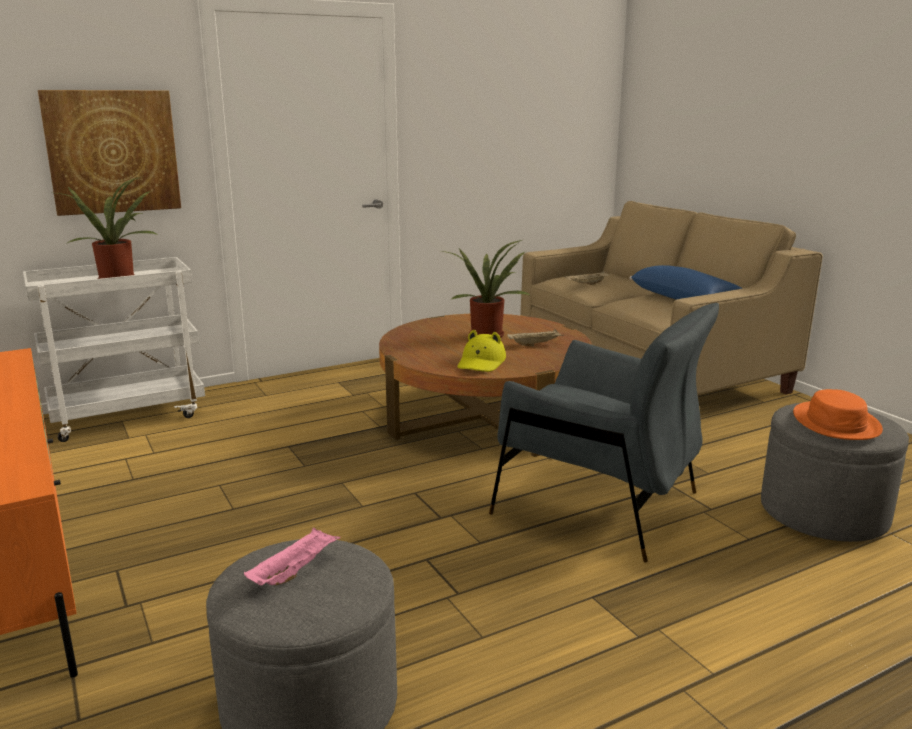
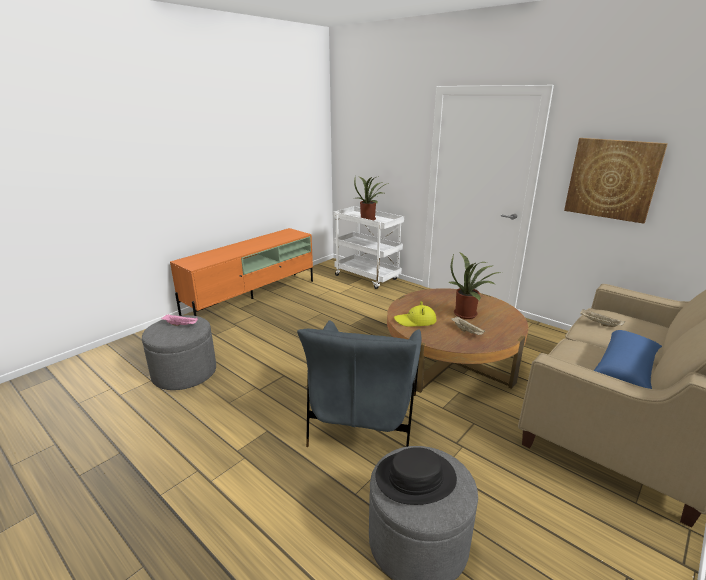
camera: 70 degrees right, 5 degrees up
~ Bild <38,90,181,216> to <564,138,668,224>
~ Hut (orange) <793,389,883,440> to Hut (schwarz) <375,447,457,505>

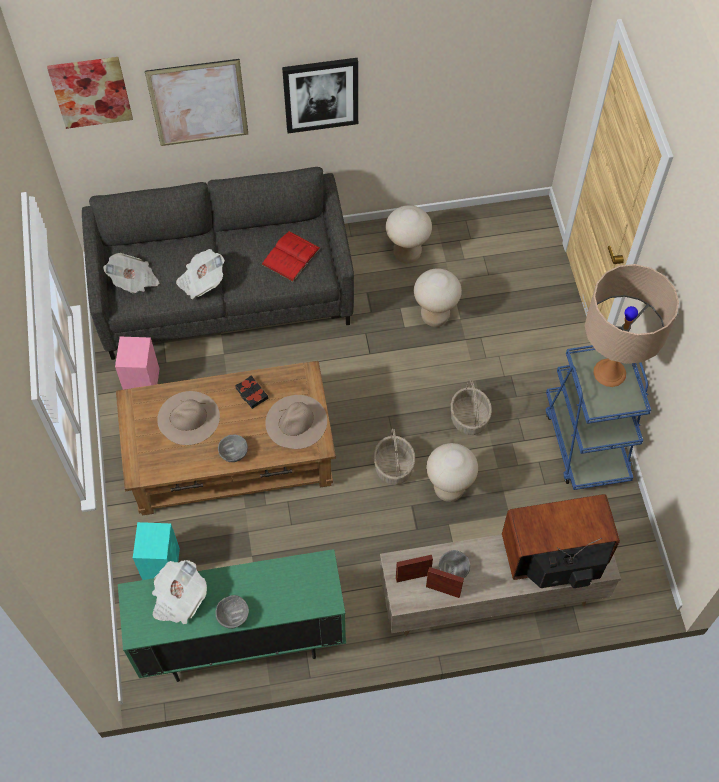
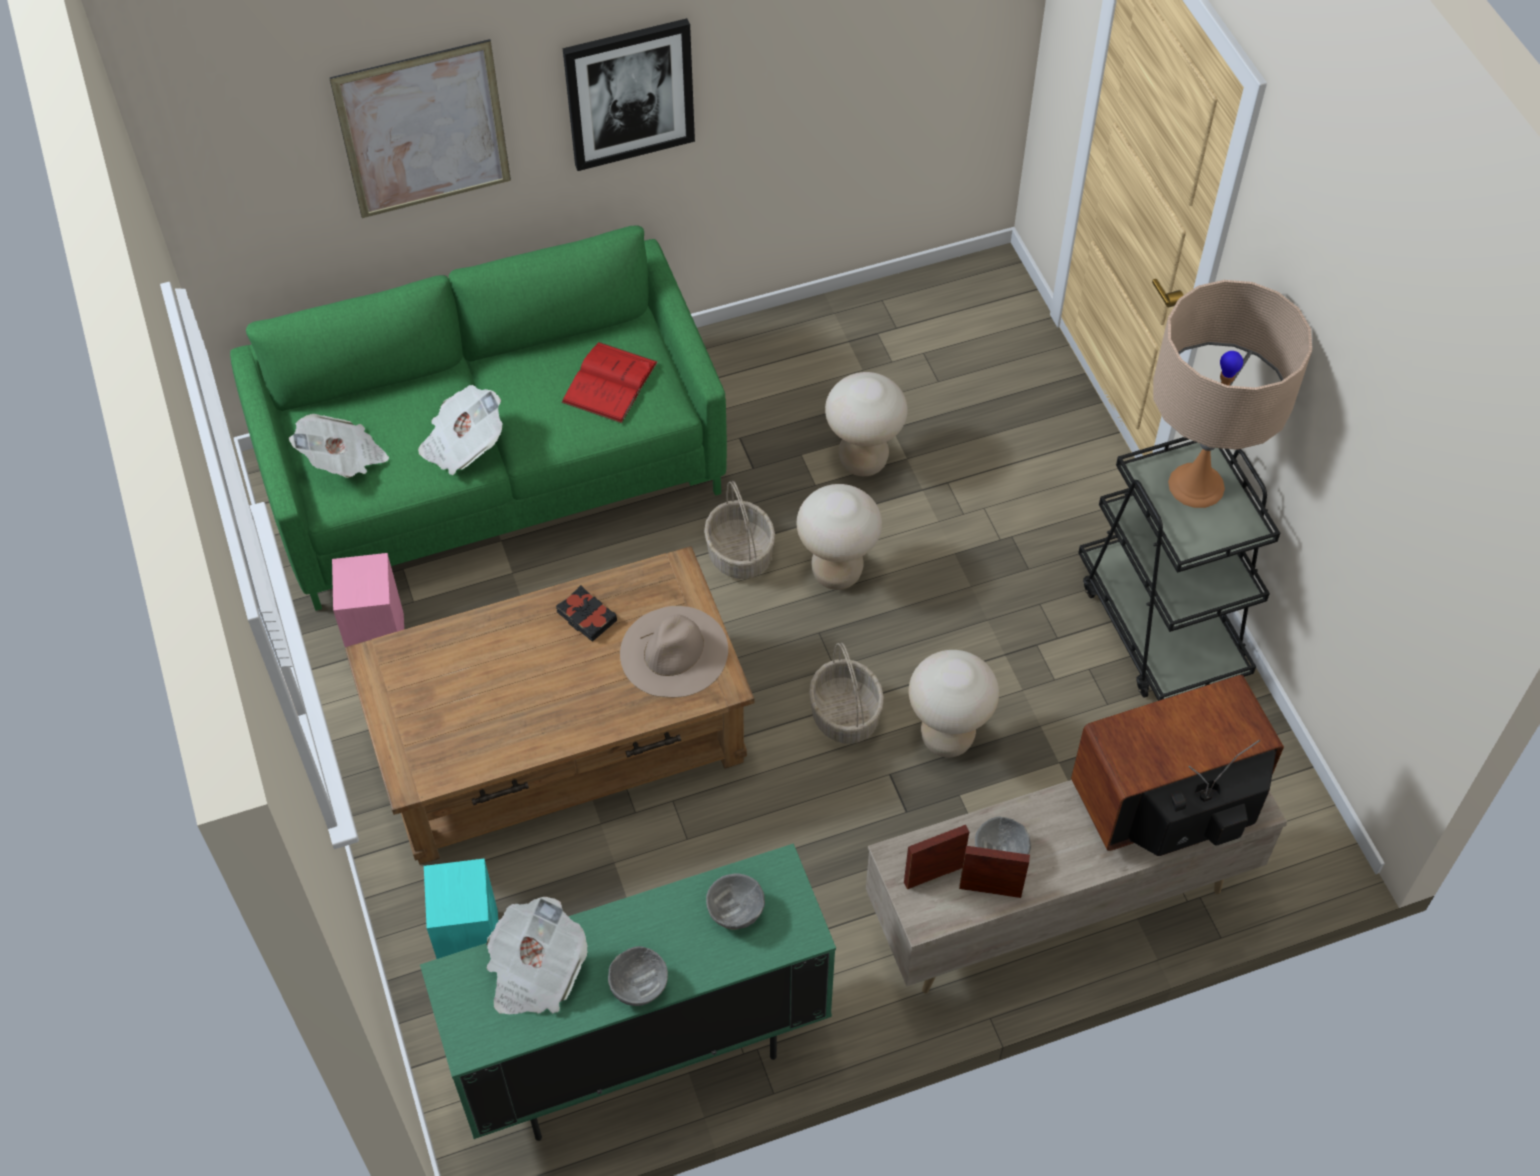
camera: 10 degrees left, 5 degrees down
- Bild <47,57,133,129>
~ Sofa (grau) <82,167,354,360> to Sofa (grün) <230,225,727,611>
~ Hocker (beige) <386,205,432,264> to <796,484,882,590>
~ Rollwagen (blau) <546,345,651,490> to Rollwagen (schwarz) <1078,437,1280,701>
~ Korb <451,379,492,435> to <704,481,775,579>
- Hut (beige) <157,391,220,445>
~ Schüssel (grau) <218,435,248,462> to <706,873,765,930>

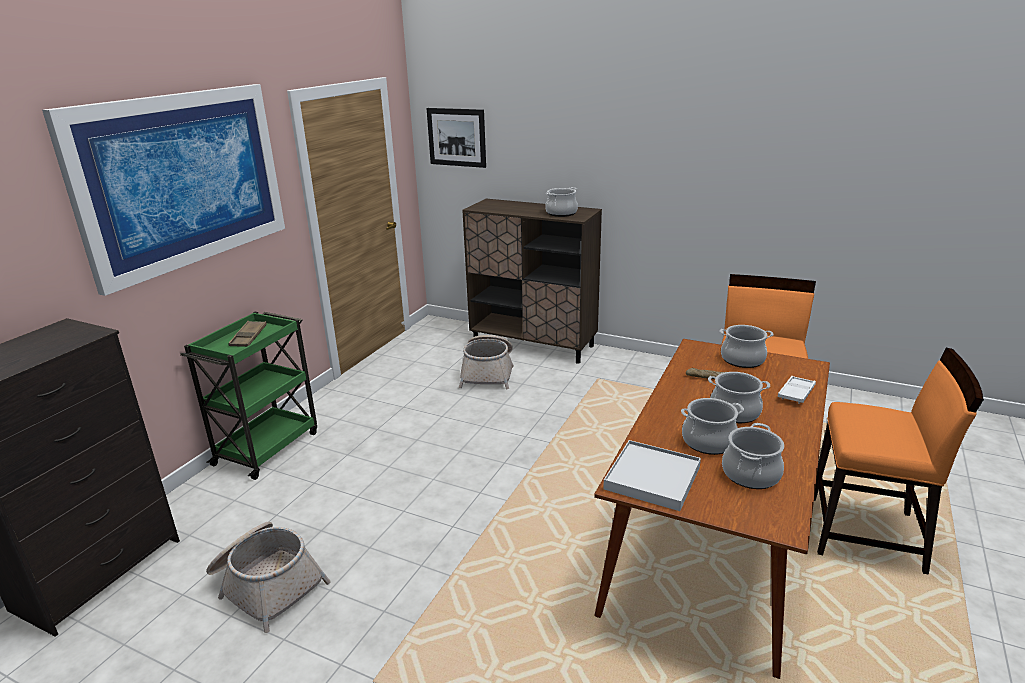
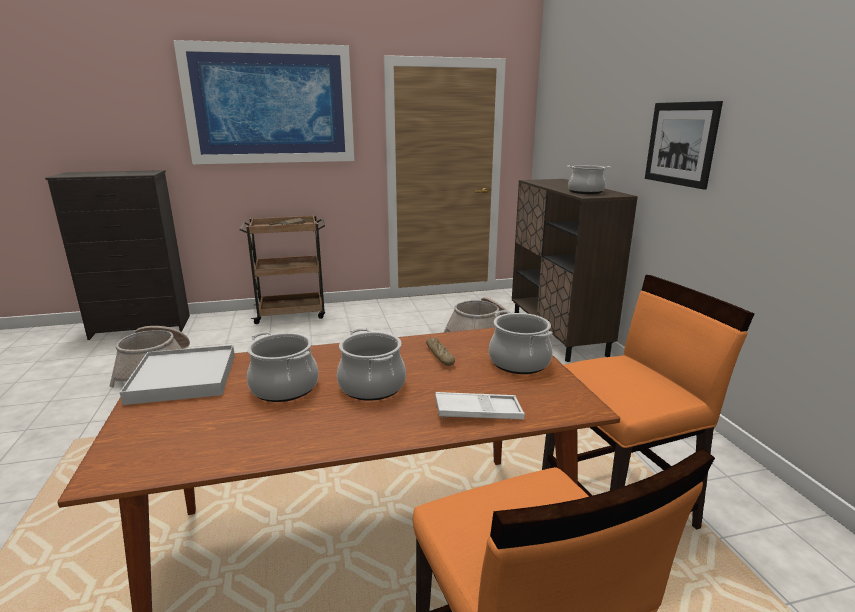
camera: 50 degrees right, 5 degrees down
~ Bild <427,108,486,168> to <645,101,723,189>
~ Rollwagen (grün) <180,312,317,480> to Rollwagen (braun) <240,216,325,324>
- Kochtopf <722,423,784,489>

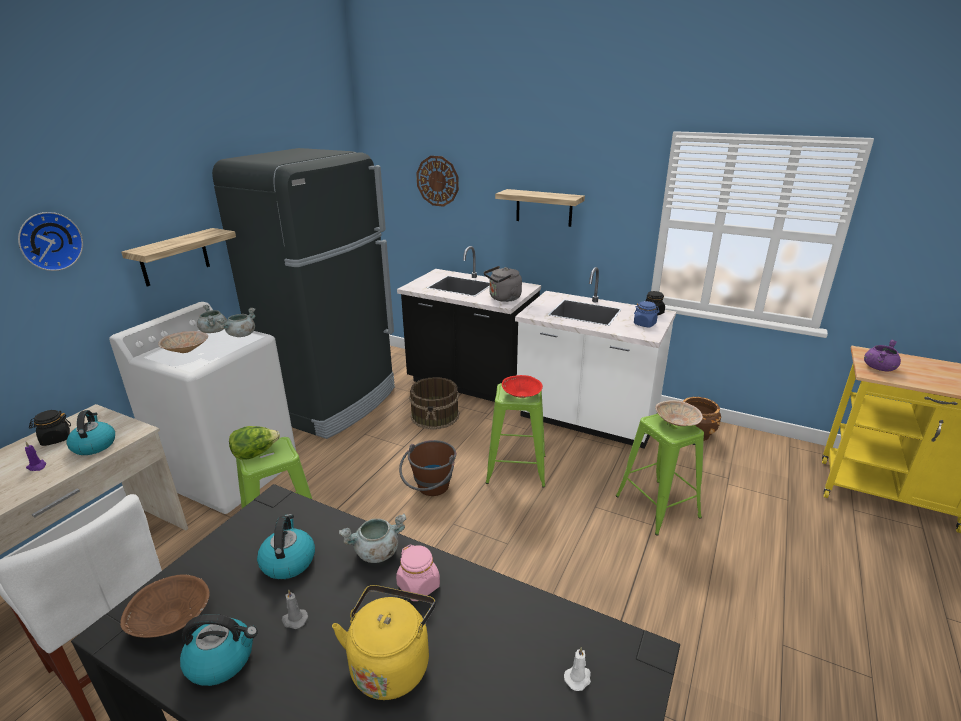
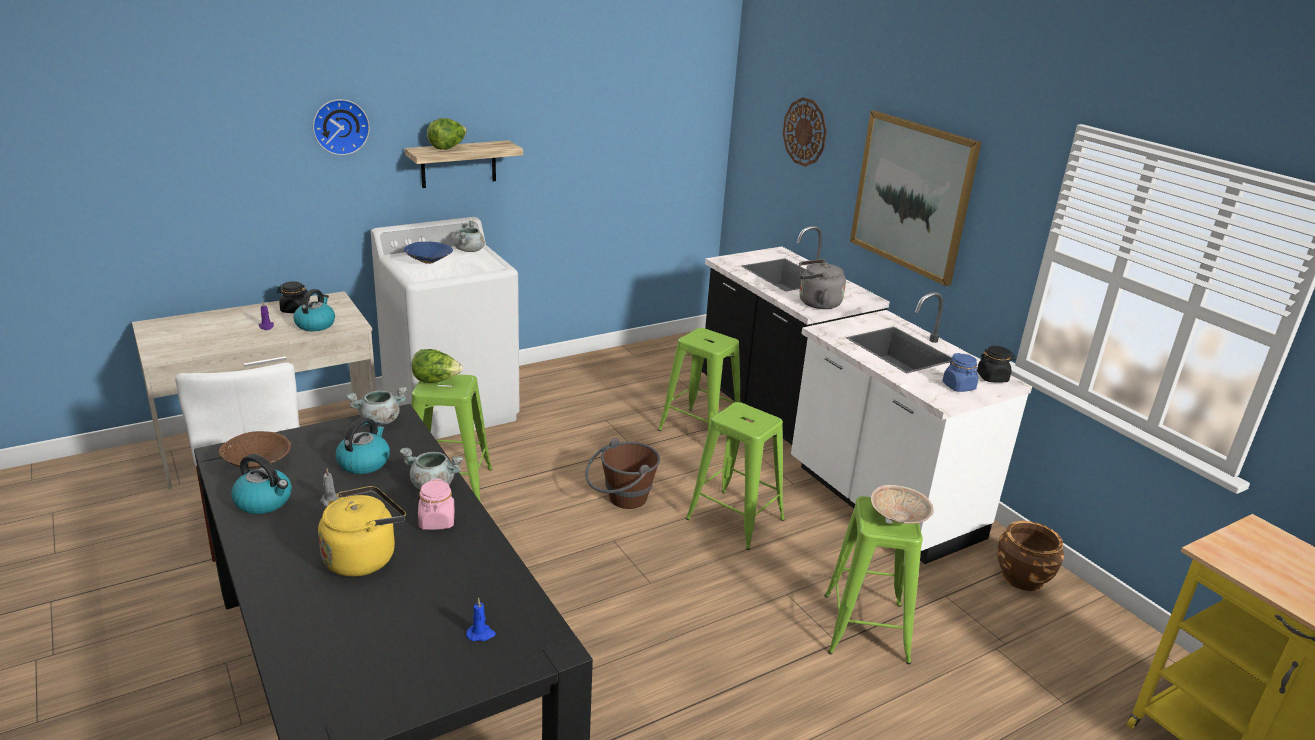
camera: 30 degrees right, 0 degrees up
- Kühlschrank (schwarz) <212,148,395,439>
~ Wandregal <495,189,585,227> to Bild <850,111,982,286>
~ Kochtopf (grau) <216,308,256,337> to <346,387,408,425>
~ Schüssel (beige) <158,331,208,353> to Schüssel (blau) <403,242,453,264>
- Kochtopf (lila) <864,339,901,371>
- Schüssel (rot) <502,375,543,398>
~ Eimer (braun) <409,377,459,430> to Hocker (grün) <658,328,740,431>
~ Kerze (weiß) <564,647,591,691> to Kerze (blau) <466,598,496,641>
+ Salatkopf <427,118,467,150>

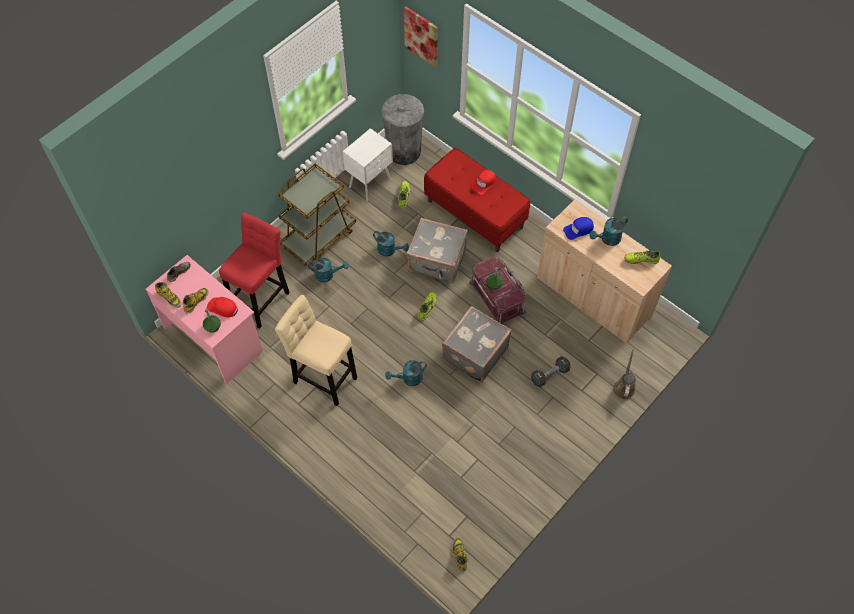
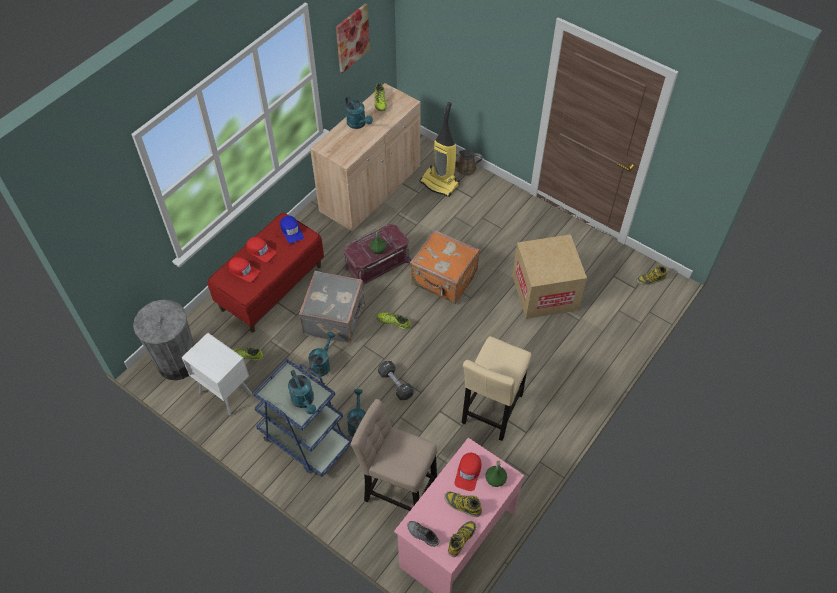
camera: 95 degrees left, 5 degrees down
~ Bild <404,6,438,67> to <336,3,370,73>
~ Rollwagen (braun) <279,163,356,266> to Rollwagen (blau) <253,359,352,477>
~ Hocker (rot) <219,213,290,328> to Hocker (beige) <351,399,437,511>
~ Kappe (blau) <563,217,594,240> to <280,216,304,243>
~ Koffer (grau) <442,306,512,383> to Koffer (orange) <410,230,480,304>
~ Hantel (schwarz) <531,356,571,387> to <378,361,414,400>
~ Gießkanne (türkis) <385,360,427,386> to <288,370,316,414>
+ Staubsauger <420,102,460,197>
+ Karton <512,234,587,319>
+ Kappe (rot) <229,257,260,282>

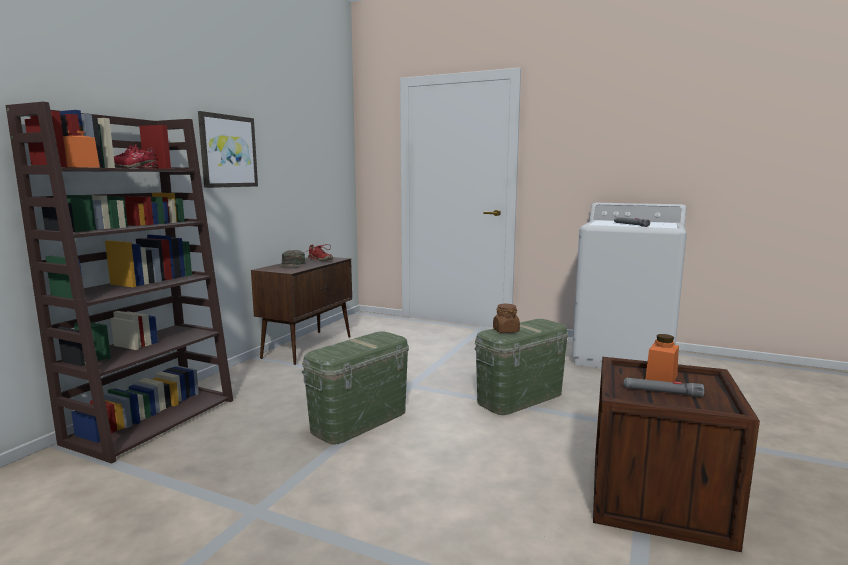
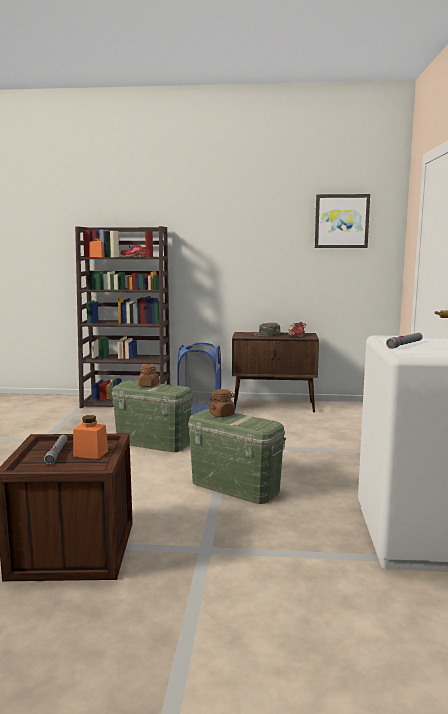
camera: 70 degrees right, 0 degrees up
~ Bild <198,111,258,188> to <315,194,370,248>
+ Wäschekorb (blau) <177,343,221,415>
+ Vorratsglas (braun) <138,364,159,387>

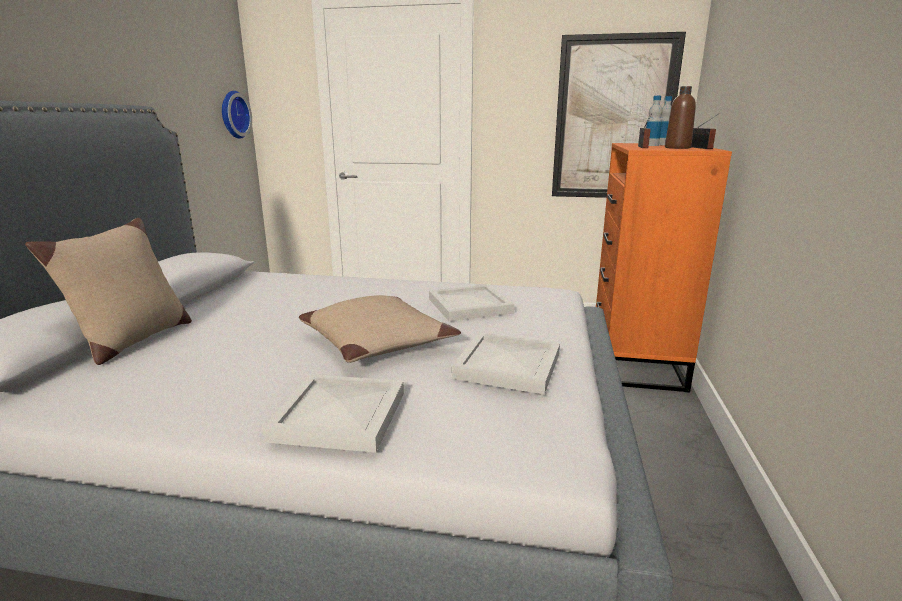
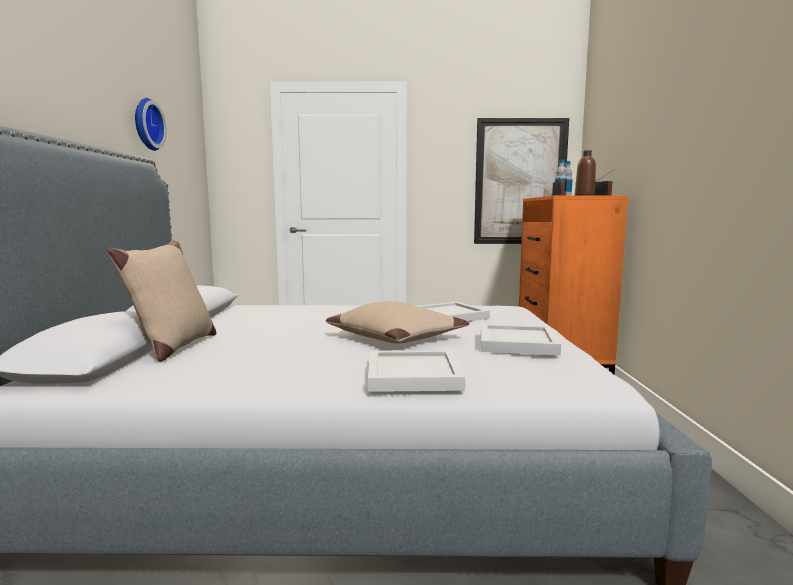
camera: 10 degrees left, 10 degrees down
~ Wanduhr <222,91,252,139> to <135,98,167,151>

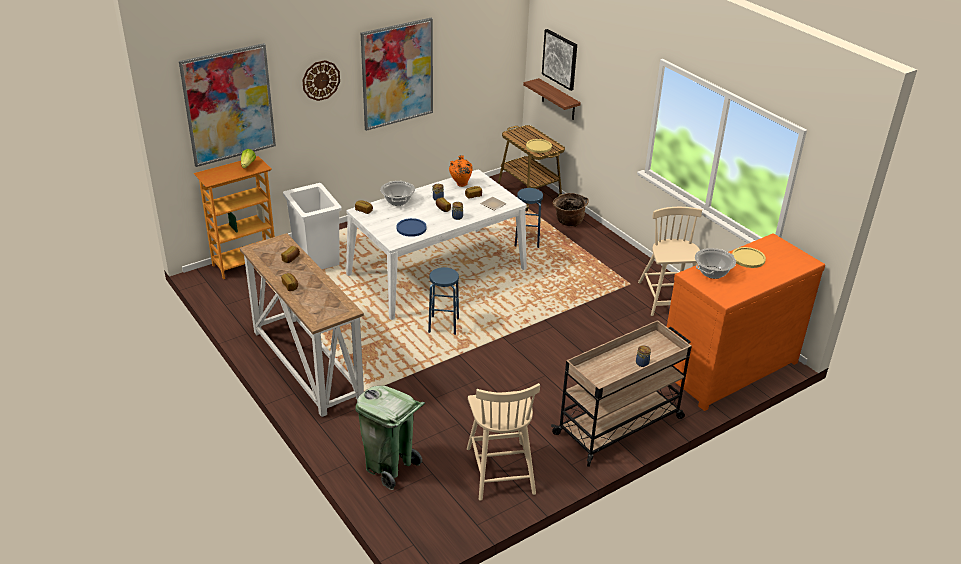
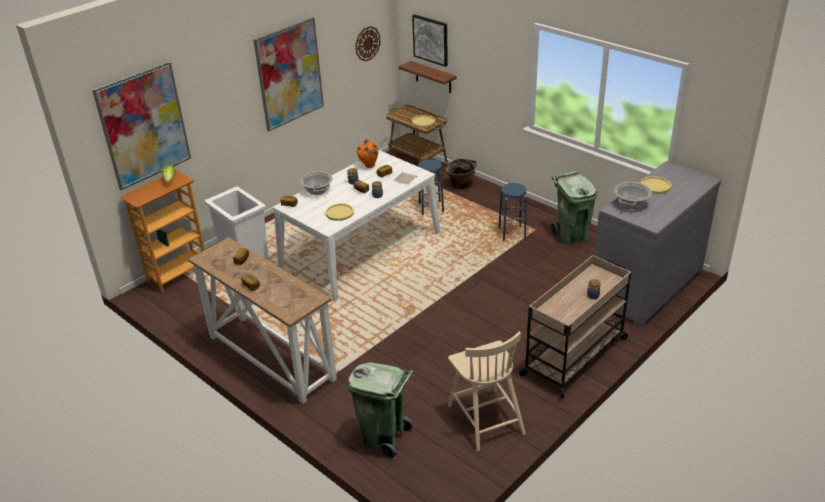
camera: 10 degrees left, 0 degrees up
~ Wanduhr <302,60,340,101> to <355,26,380,61>
~ Stuhl (beige) <638,207,702,316> to Mülleimer (grün) <550,171,597,245>
~ Teller (blau) <396,218,427,237> to Teller (gelb) <326,203,354,221>
~ Kommode (orange) <667,233,825,411> to Kommode (grau) <594,161,721,329>
~ Hocker (blau) <428,267,459,335> to <498,183,527,241>

